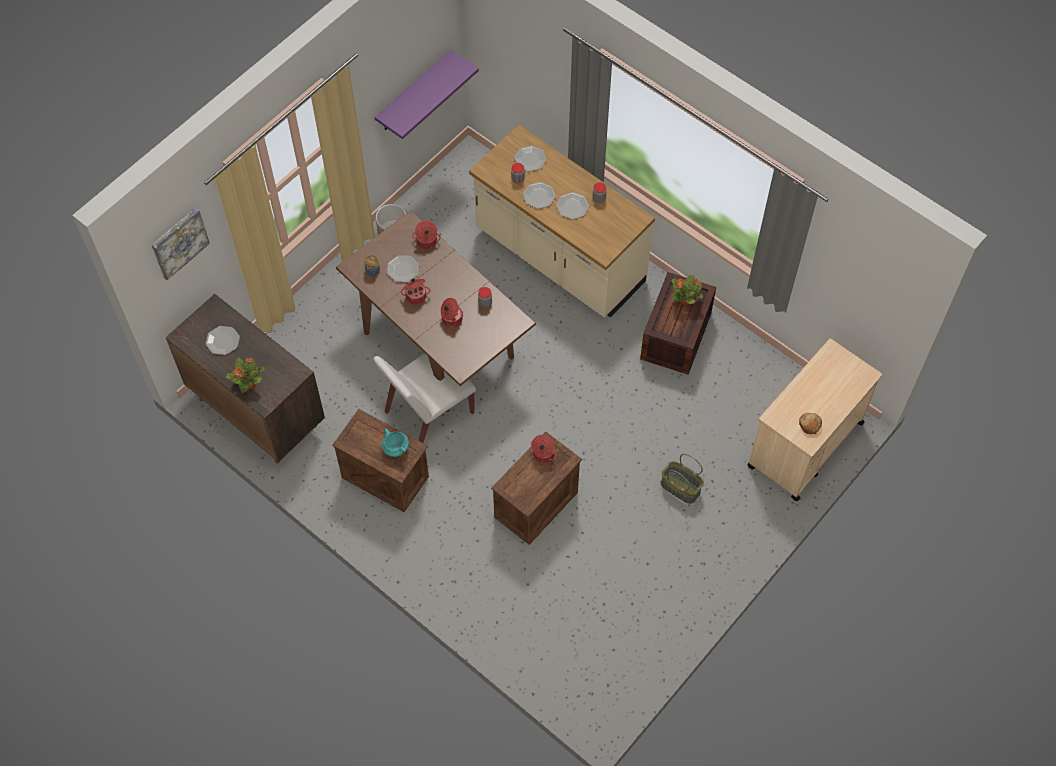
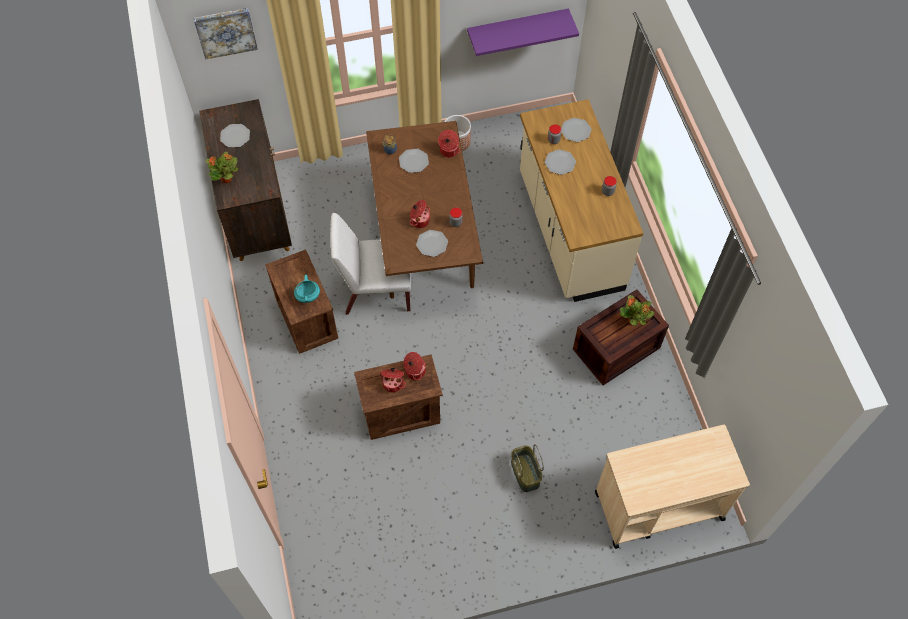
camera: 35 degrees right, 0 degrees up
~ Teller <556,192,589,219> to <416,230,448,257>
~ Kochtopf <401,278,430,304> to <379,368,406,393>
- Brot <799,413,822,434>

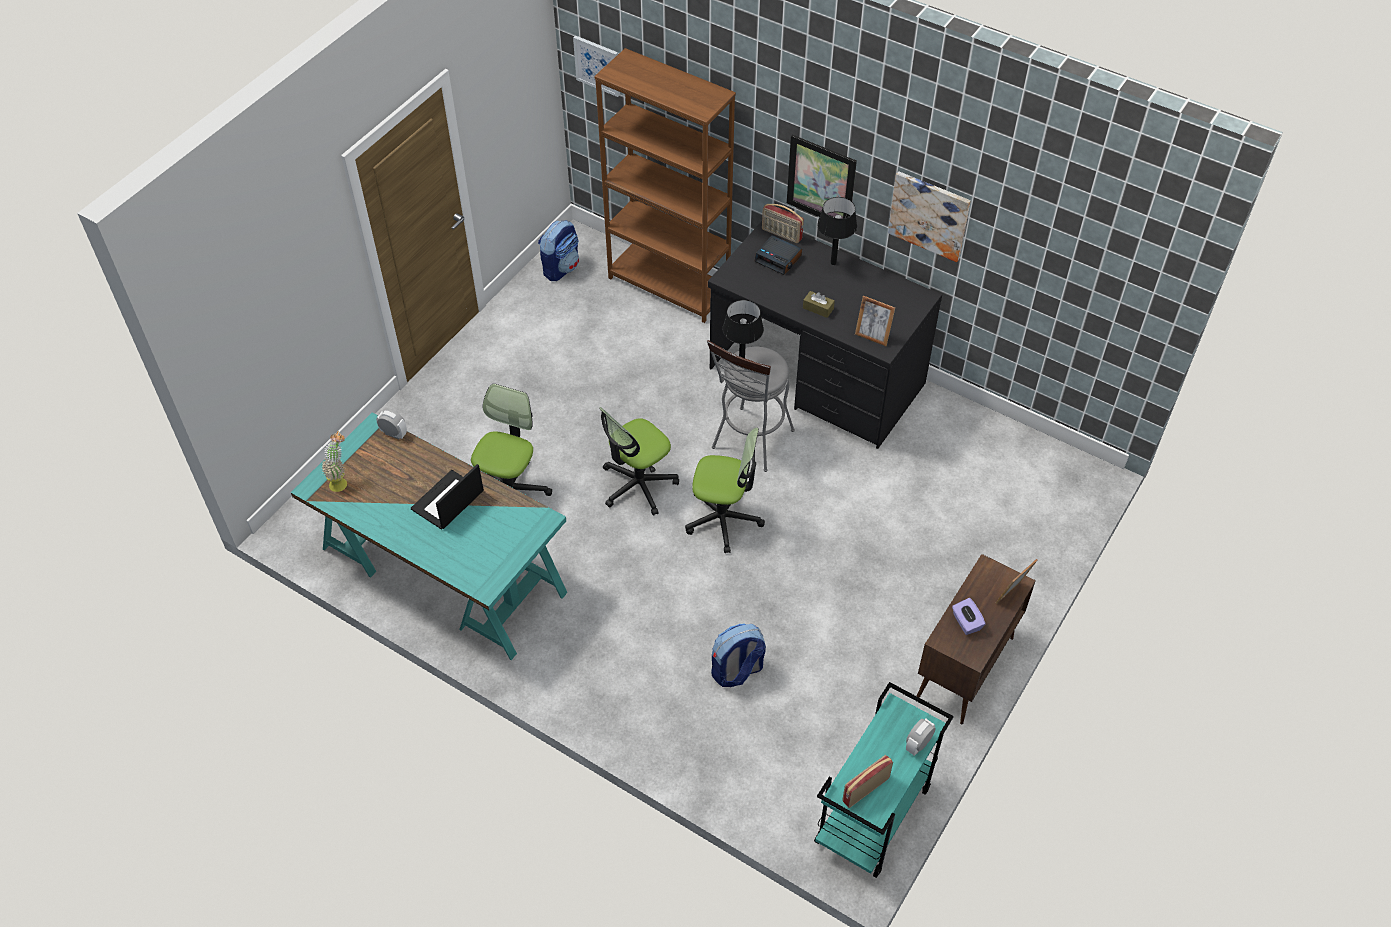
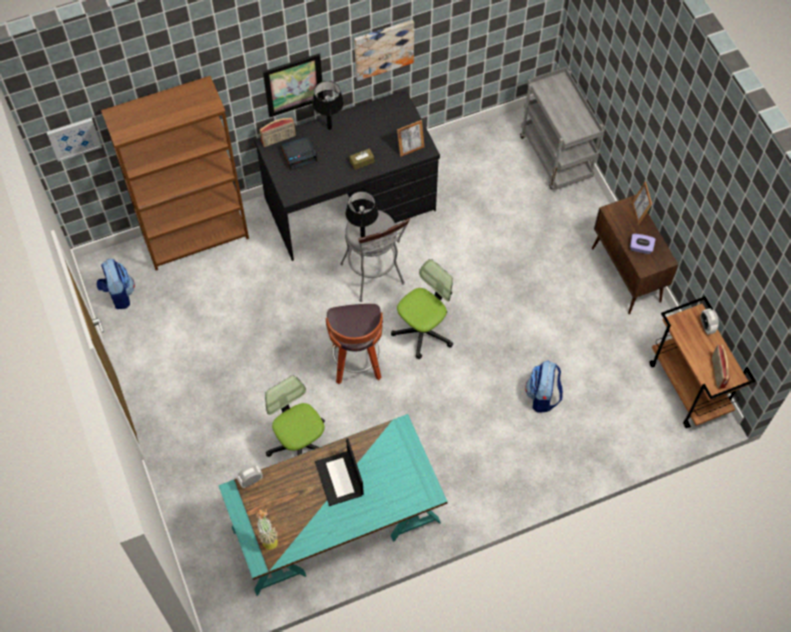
camera: 55 degrees left, 10 degrees up
~ Bürostuhl <599,407,679,516> to Hocker <325,304,383,384>
~ Rollwagen (türkis) <814,682,954,878> to Rollwagen (braun) <649,296,756,428>
+ Rollwagen (grau) <520,67,604,190>

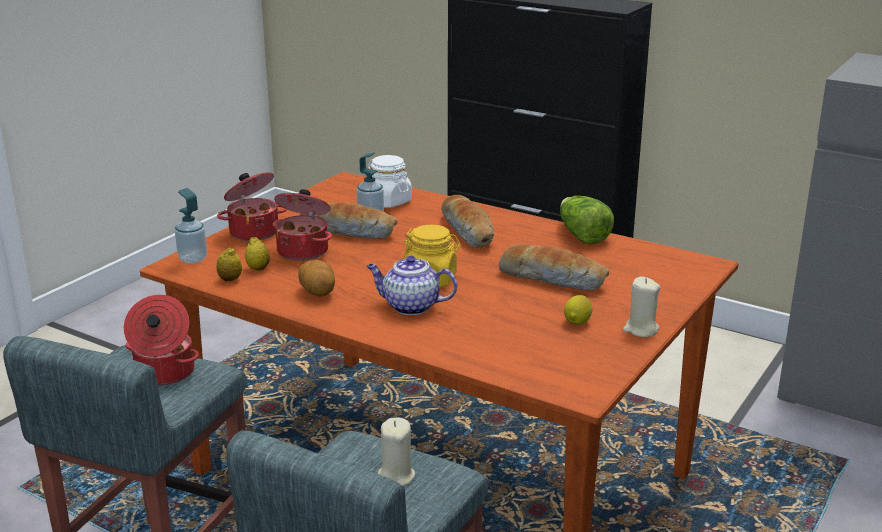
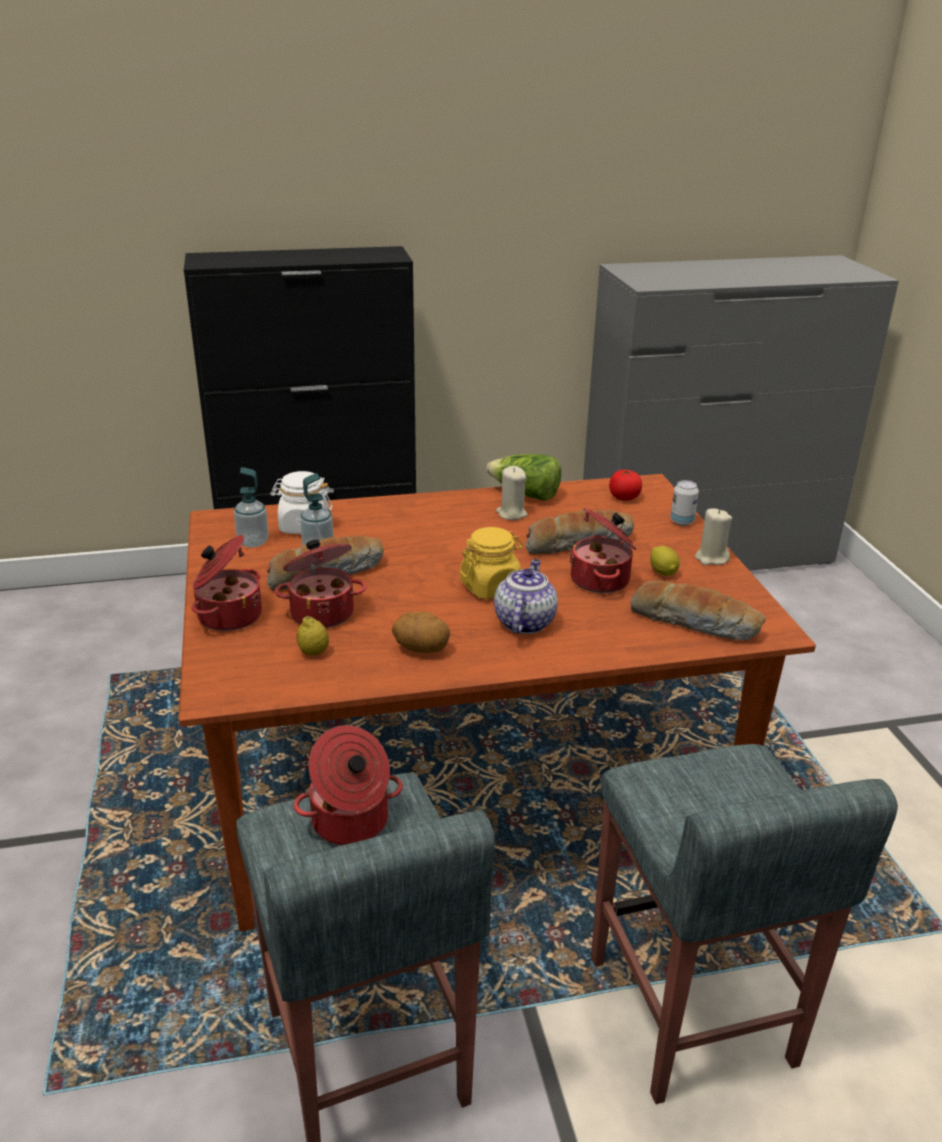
camera: 45 degrees left, 5 degrees up
~ Seifenspender <175,188,207,264> to <234,467,269,548>
~ Brot <441,195,494,248> to <631,581,766,641>
- Zitrone <216,247,242,281>
~ Teekanne <366,256,457,315> = <494,559,558,634> 135 degrees clockwise
~ Kerze (beige) <378,418,415,486> to <496,466,527,520>
+ Tomate <609,469,642,501>
+ Dose <670,480,699,526>
+ Kochtopf <569,508,636,593>

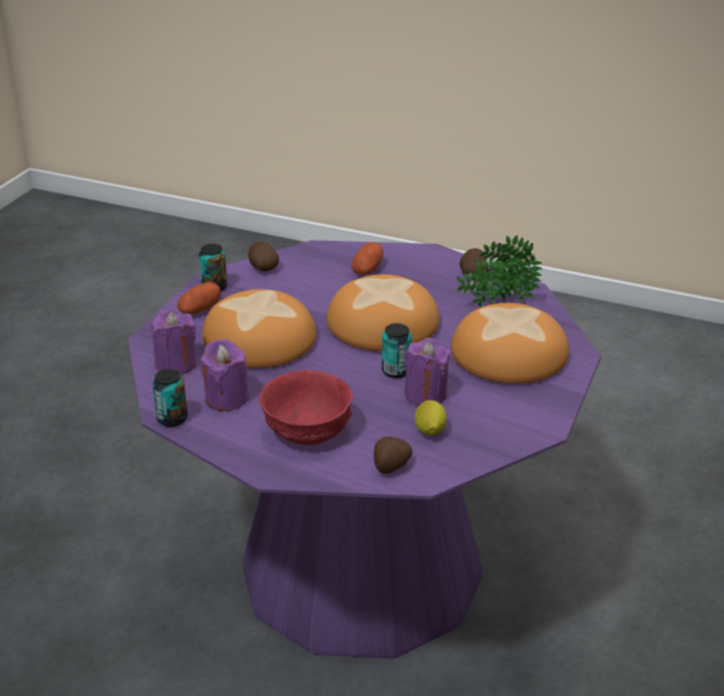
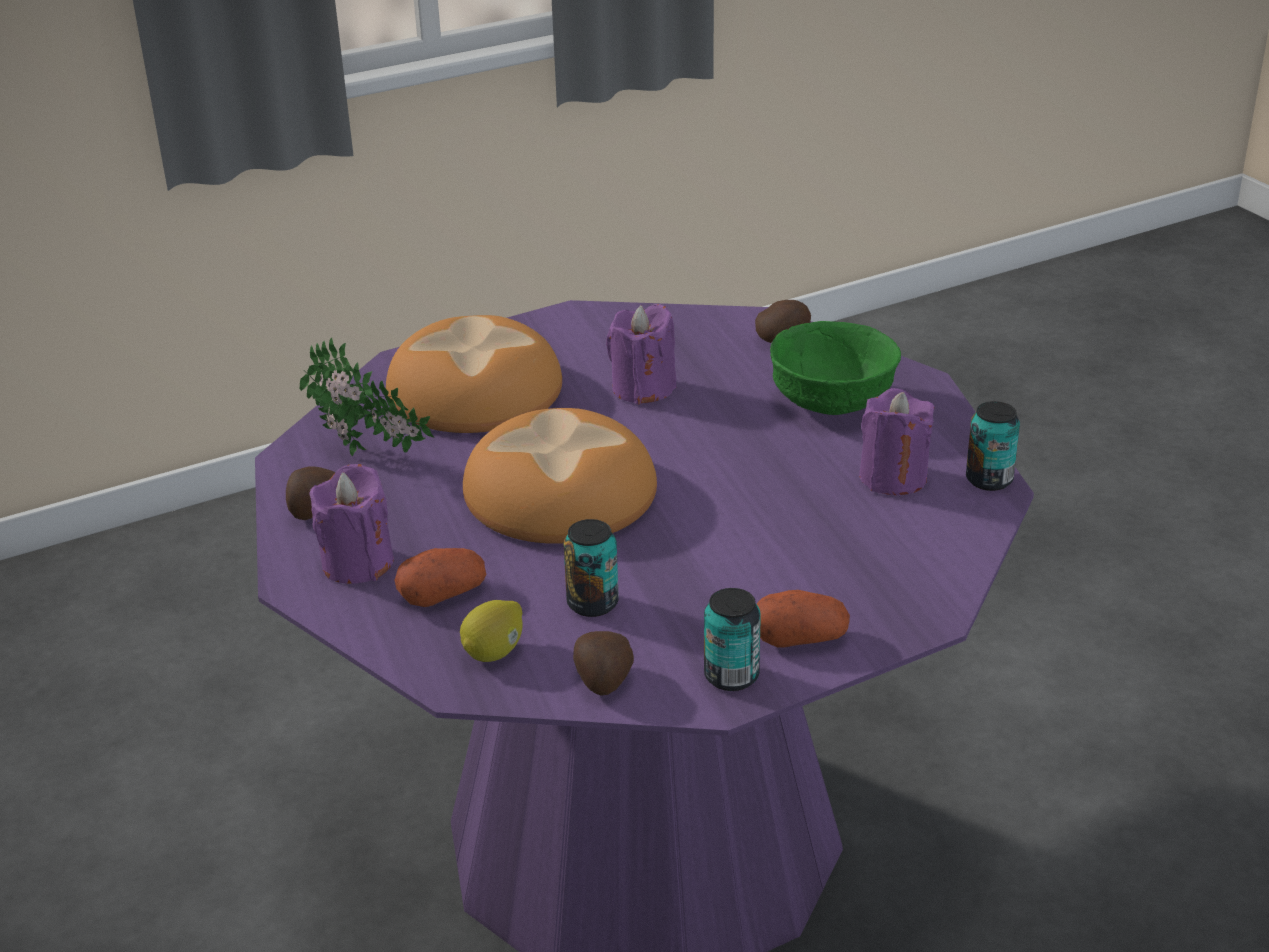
camera: 140 degrees left, 0 degrees up
- Brot <202,289,316,368>
~ Kerze (lila) <151,311,196,374> to <309,464,394,584>
~ Dose <382,323,412,378> to <564,519,619,617>
~ Schüssel (rot) <259,370,353,445> to Schüssel (grün) <770,321,901,415>
~ Zitrone <414,400,447,436> to <460,600,523,662>

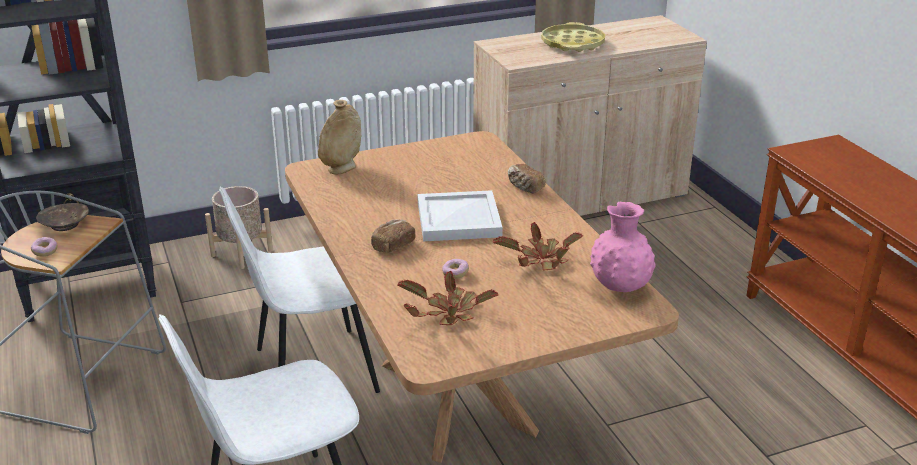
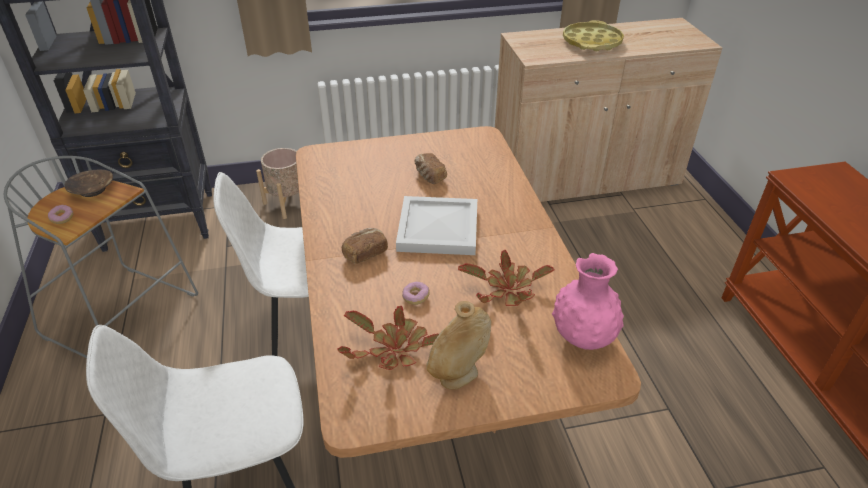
camera: 10 degrees right, 10 degrees up
~ Vase (beige) <318,100,361,175> to <426,301,491,390>
~ Brot <508,164,546,193> to <414,153,447,184>

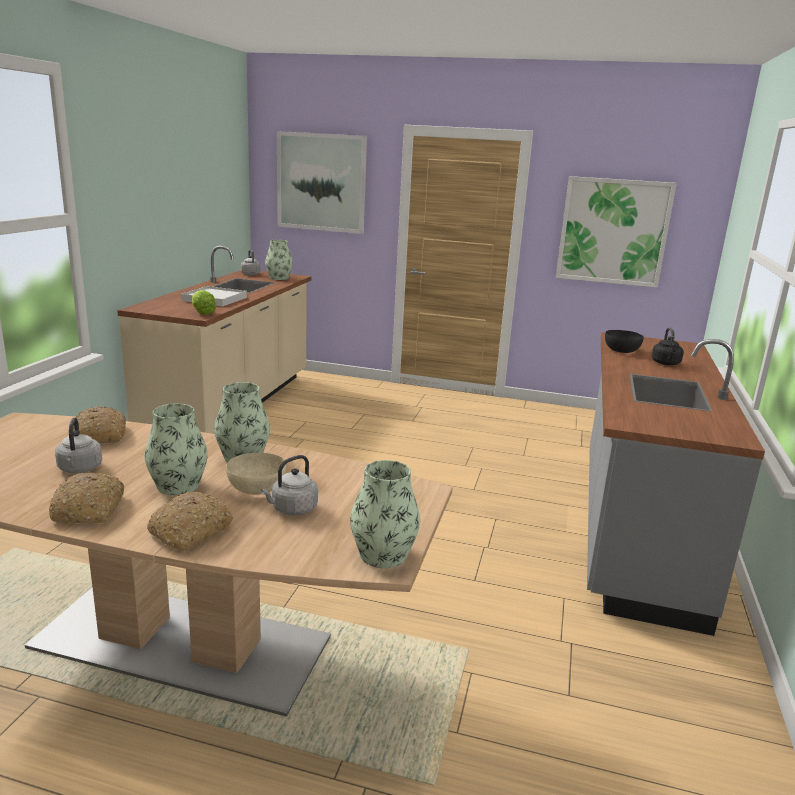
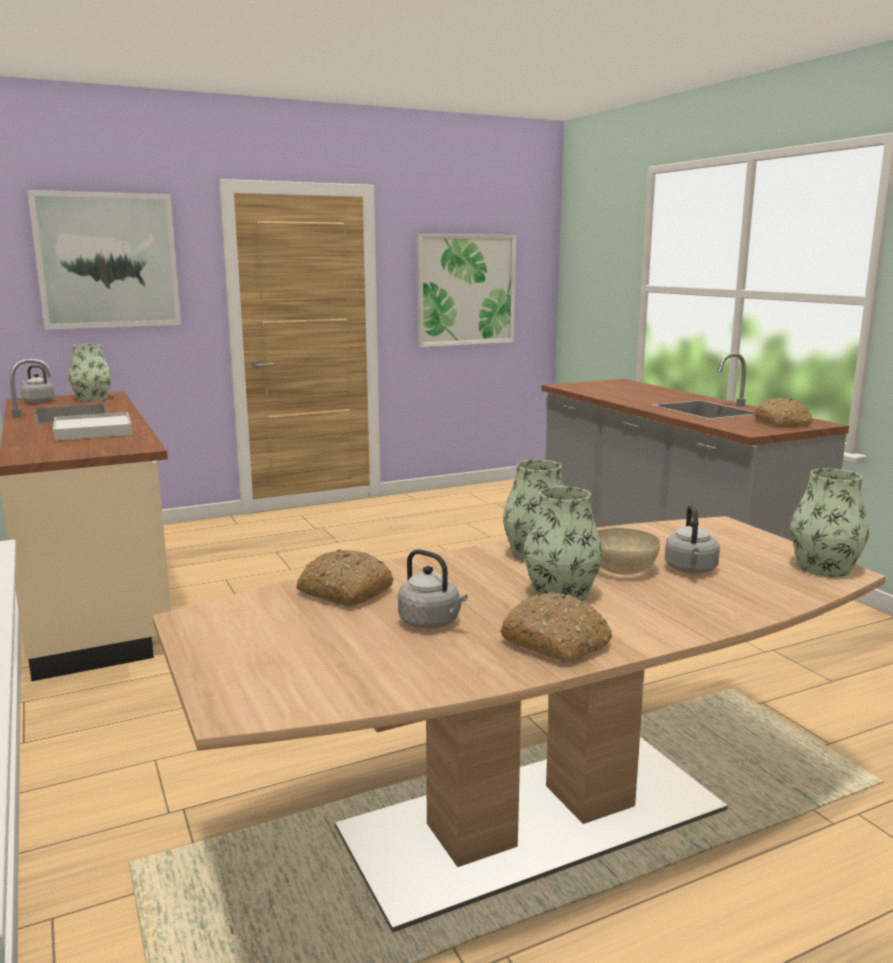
camera: 40 degrees left, 5 degrees down
- Salatkopf <192,290,216,315>
- Wasserkessel (schwarz) <652,327,684,365>
- Schüssel (schwarz) <605,330,644,353>
~ Brot <147,492,233,550> to <754,398,813,427>

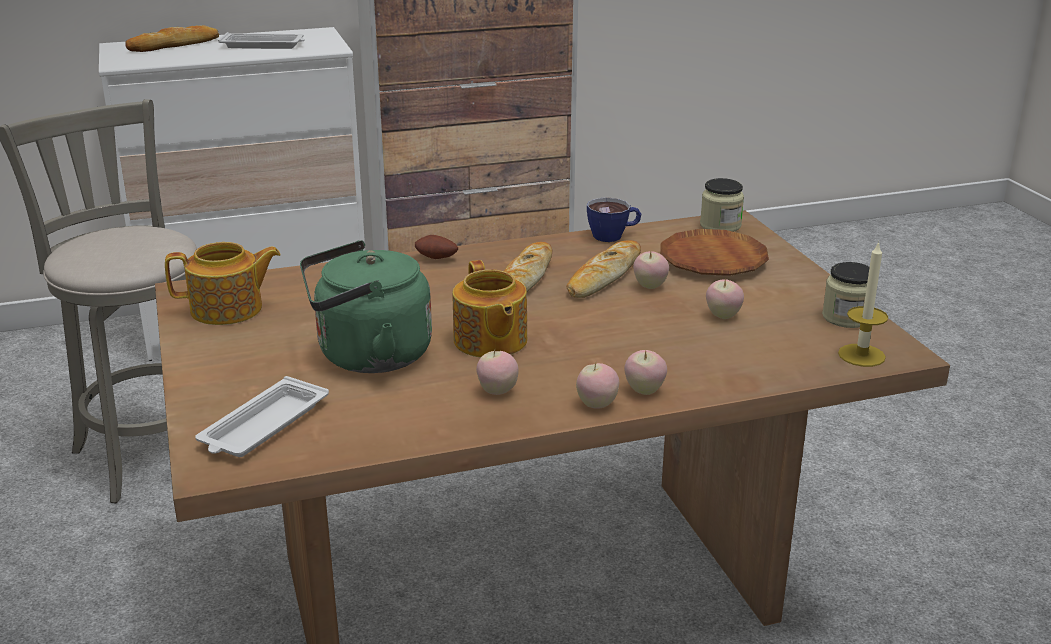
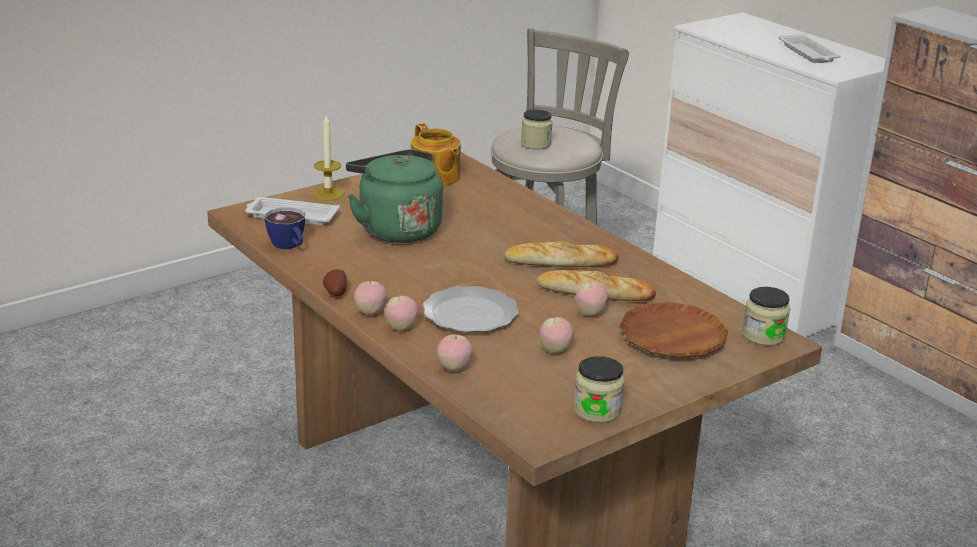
camera: 70 degrees right, 0 degrees up
- Brot <125,25,219,52>
~ Tasse <587,197,641,242> to <265,207,305,249>
~ Kartoffel <415,235,458,259> to <323,269,347,296>
~ Kerze <838,241,888,367> to <312,113,344,201>
- Teekanne <452,260,527,358>
~ Apfel <476,349,519,395> to <437,335,473,371>
+ Vorratsglas <521,109,552,150>
+ Teller <422,286,519,333>

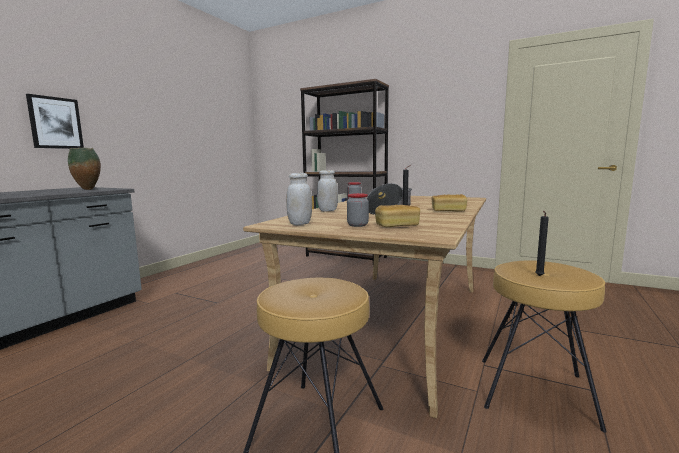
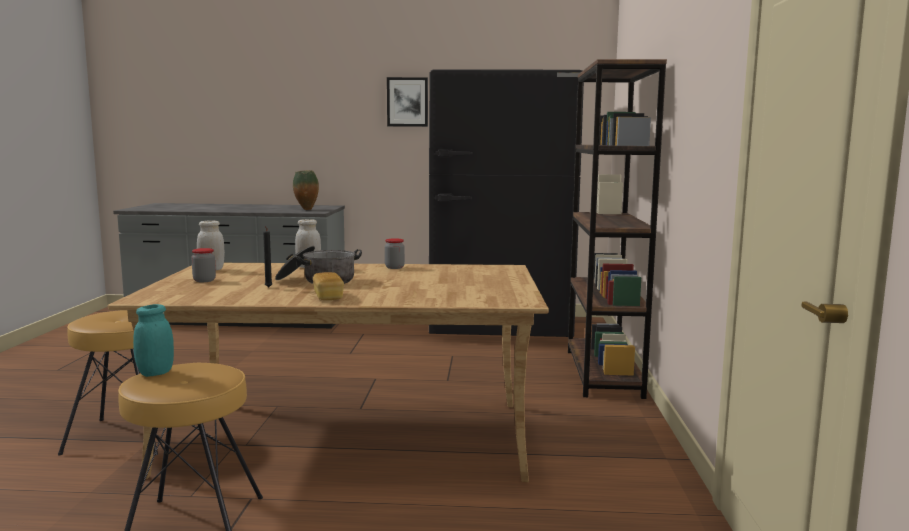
camera: 65 degrees right, 0 degrees up
~ Bild <26,94,84,149> to <387,77,428,127>
- Brot <375,205,420,227>
~ Kerze (schwarz) <535,211,549,276> to Vorratsglas (türkis) <133,304,174,377>
+ Kühlschrank (schwarz) <429,69,584,337>

